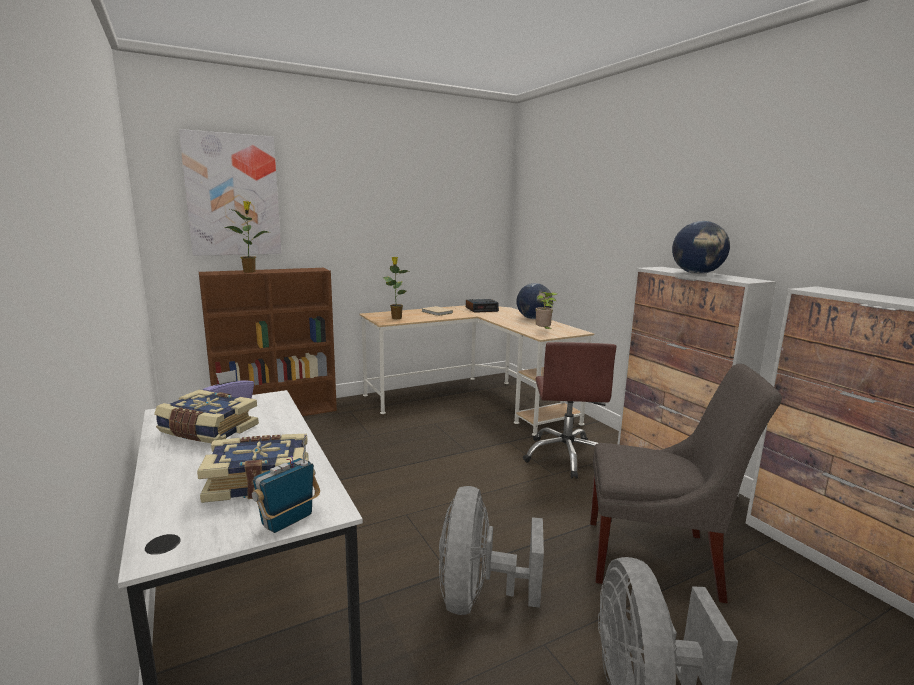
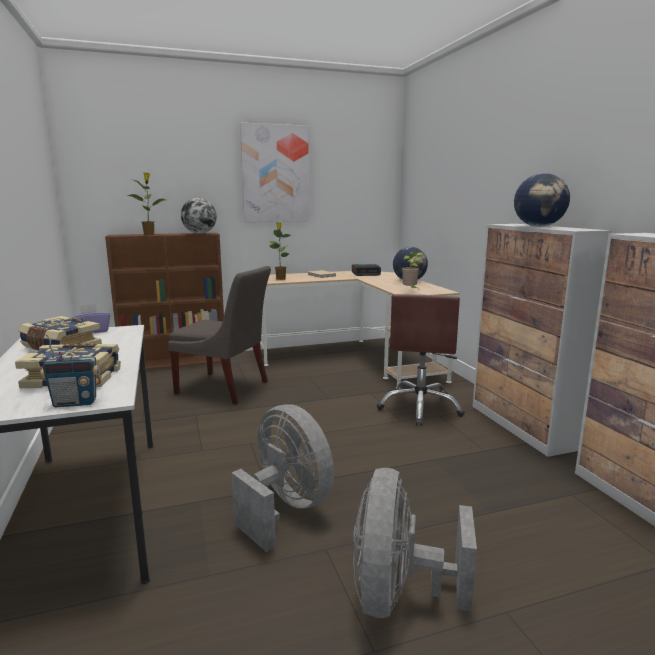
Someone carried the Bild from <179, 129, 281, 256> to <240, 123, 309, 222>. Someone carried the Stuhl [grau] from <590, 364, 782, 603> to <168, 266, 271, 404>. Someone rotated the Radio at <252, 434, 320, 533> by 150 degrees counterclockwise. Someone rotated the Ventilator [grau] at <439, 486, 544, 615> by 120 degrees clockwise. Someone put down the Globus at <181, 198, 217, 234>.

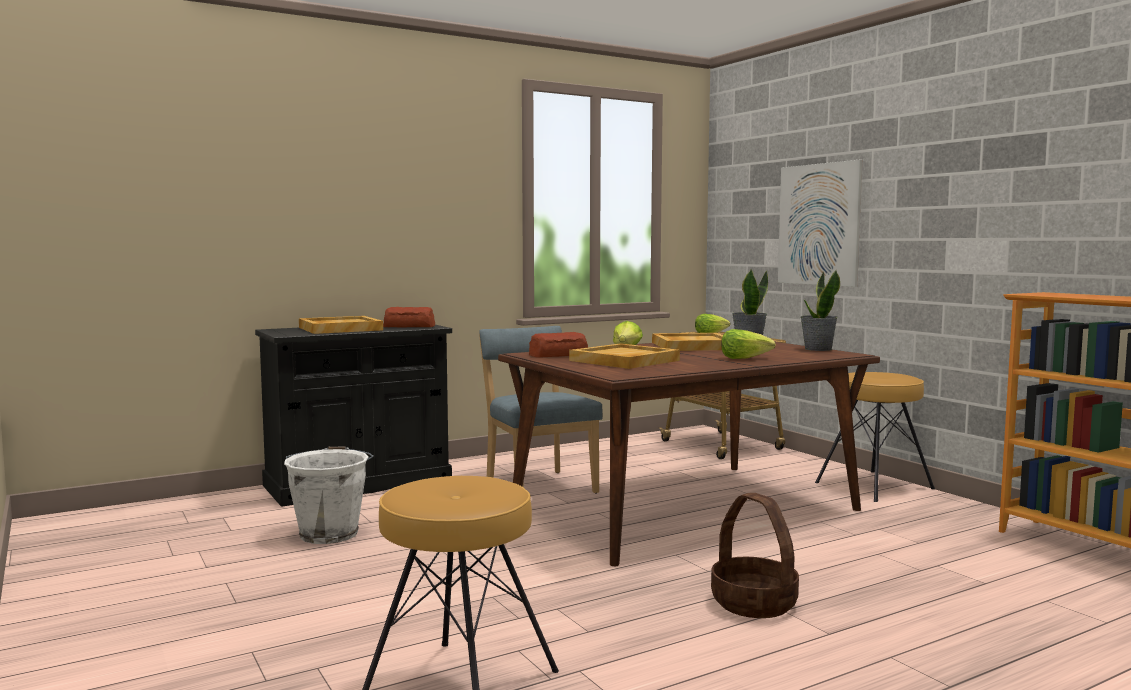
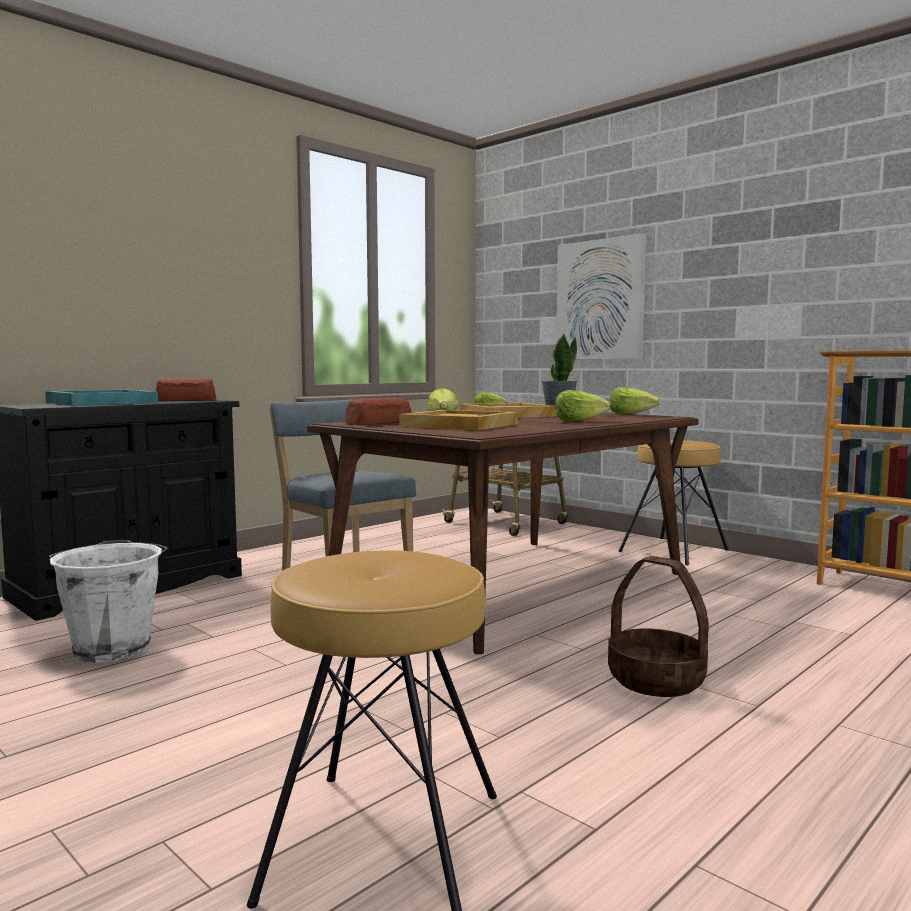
Someone swapped the Topfpflanze at <800, 270, 840, 351> for the Salatkopf at <609, 387, 660, 415>. Someone repainted the Tablett [beige] at <299, 316, 383, 334>, which became the Tablett [türkis] at <45, 390, 158, 406>.

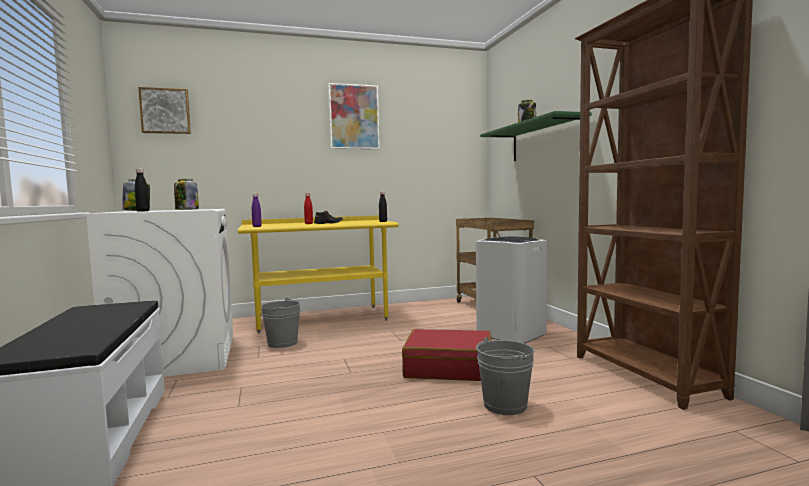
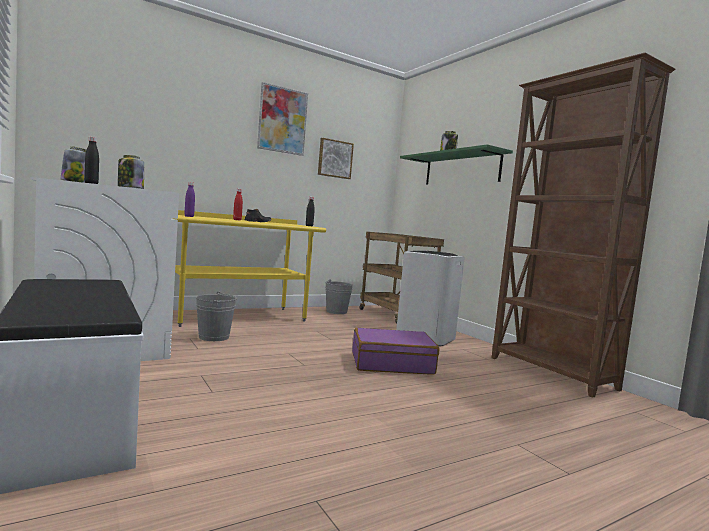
Someone carried the Bild from <138, 87, 191, 134> to <318, 138, 354, 179>. Someone repainted the Koffer [rot] at <402, 329, 491, 381>, which became the Koffer [lila] at <352, 328, 439, 375>. Someone carried the Eimer [grau] from <476, 337, 534, 415> to <325, 279, 353, 314>.

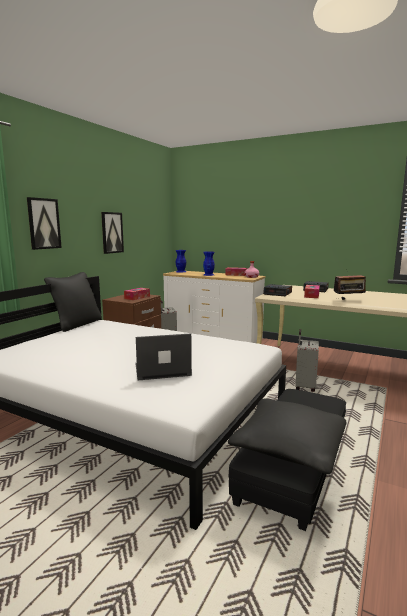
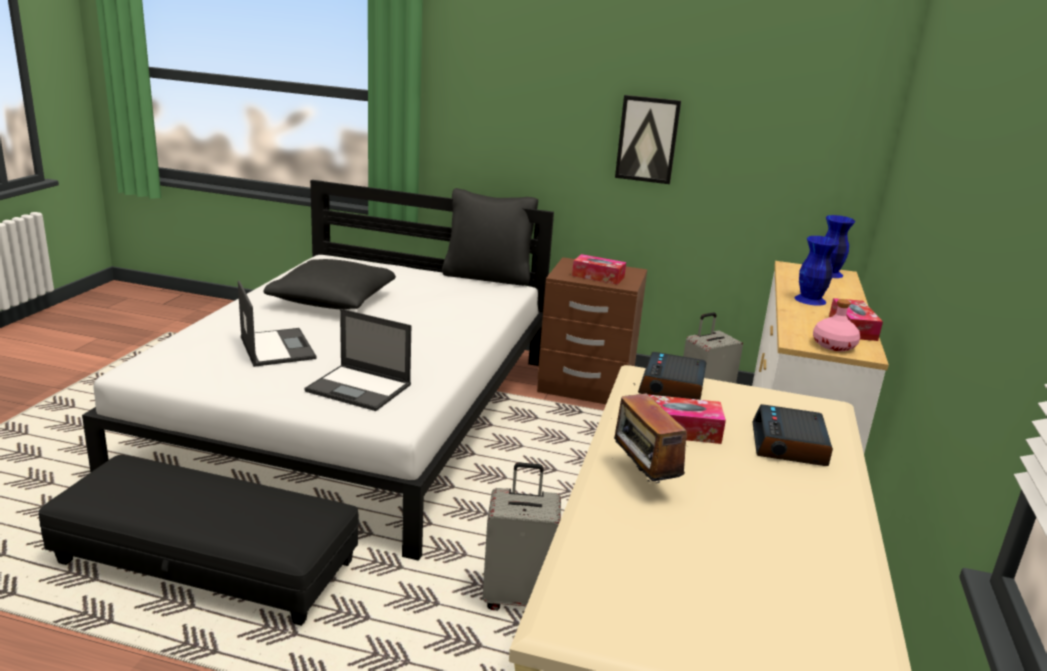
Someone took away the Bild at <27, 197, 62, 250>. Someone carried the Kissen [schwarz] from <228, 398, 347, 474> to <264, 259, 396, 310>. Someone put down the Laptop at <304, 309, 411, 411>.

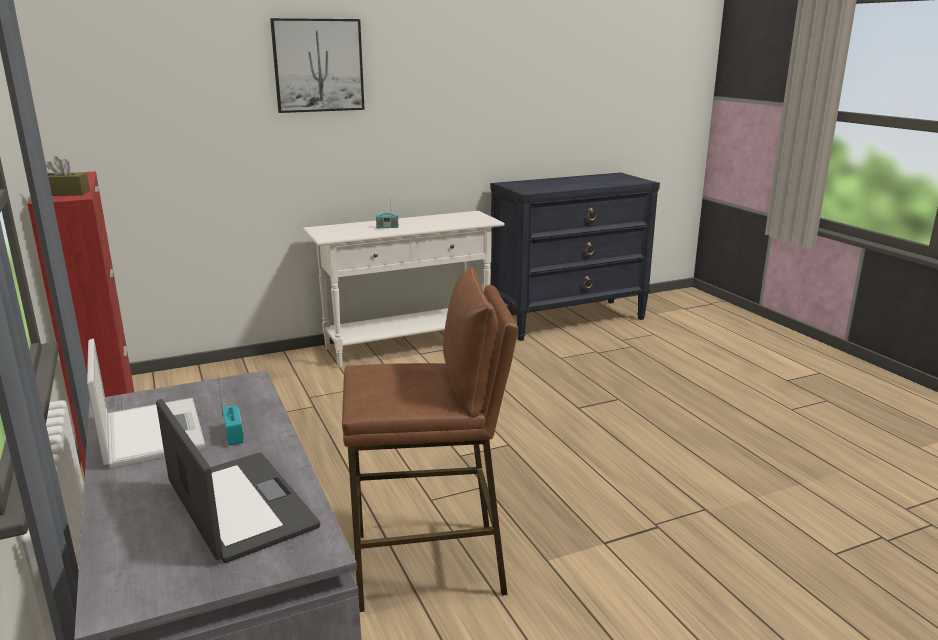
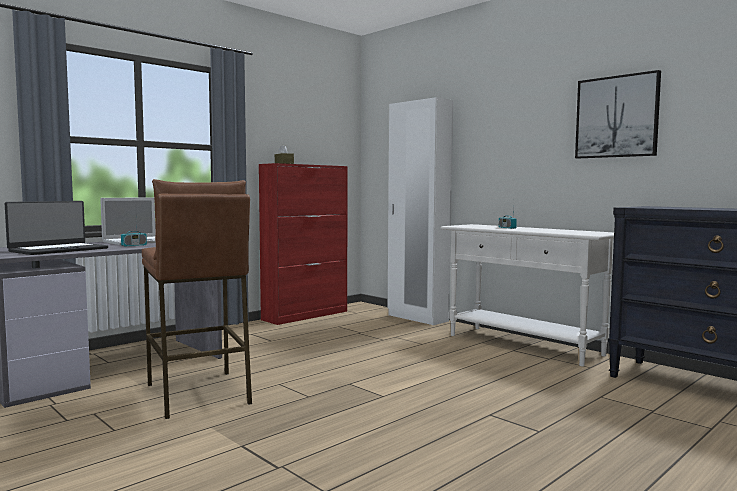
Someone carried the Bild from <270, 18, 365, 113> to <575, 70, 661, 158>. Someone put down the Kleiderschrank [weiß] at <388, 97, 453, 325>.

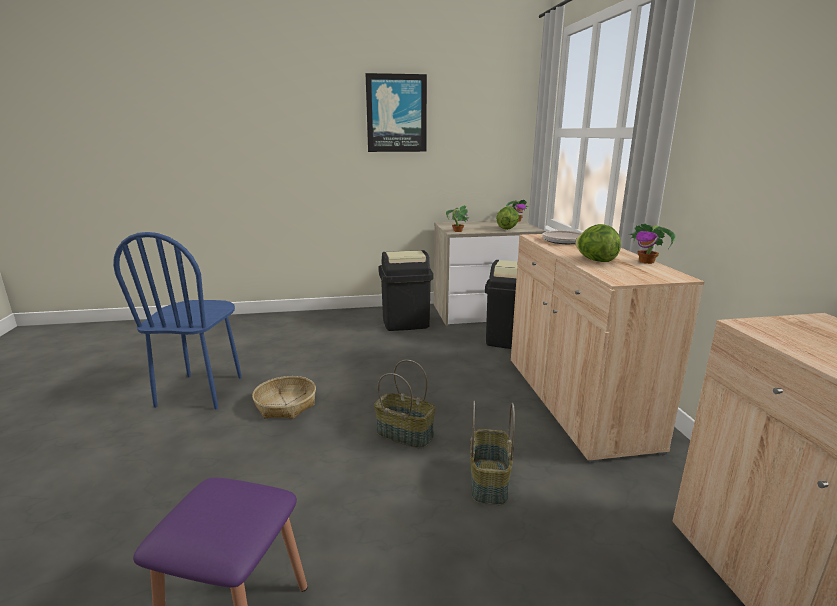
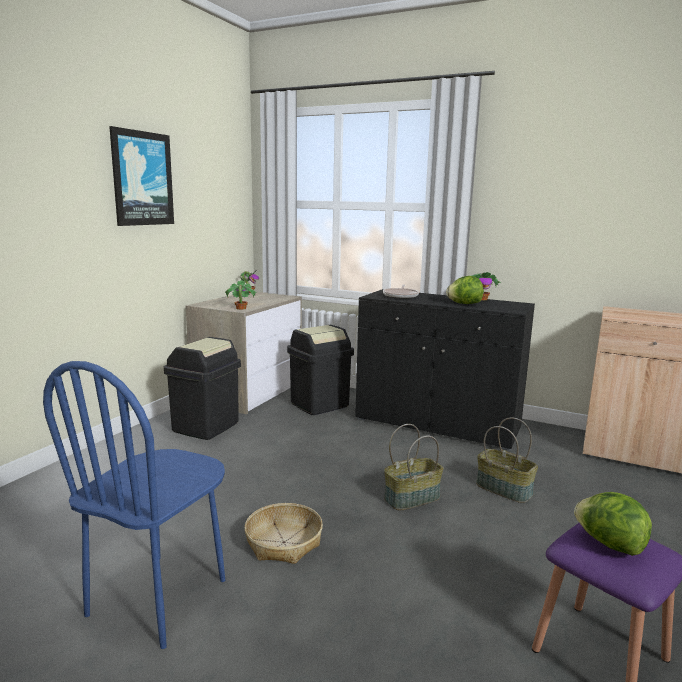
Someone carried the Salatkopf from <496, 206, 519, 230> to <574, 492, 652, 556>. Someone rotated the Stuhl [blau] at <113, 232, 242, 409> by 75 degrees clockwise. Someone repainted the Schrank [beige] at <511, 234, 704, 463>, which became the Schrank [schwarz] at <355, 289, 535, 451>.

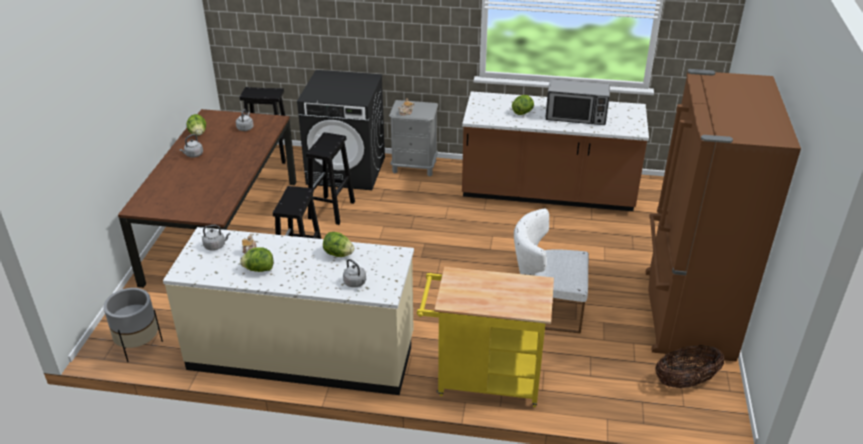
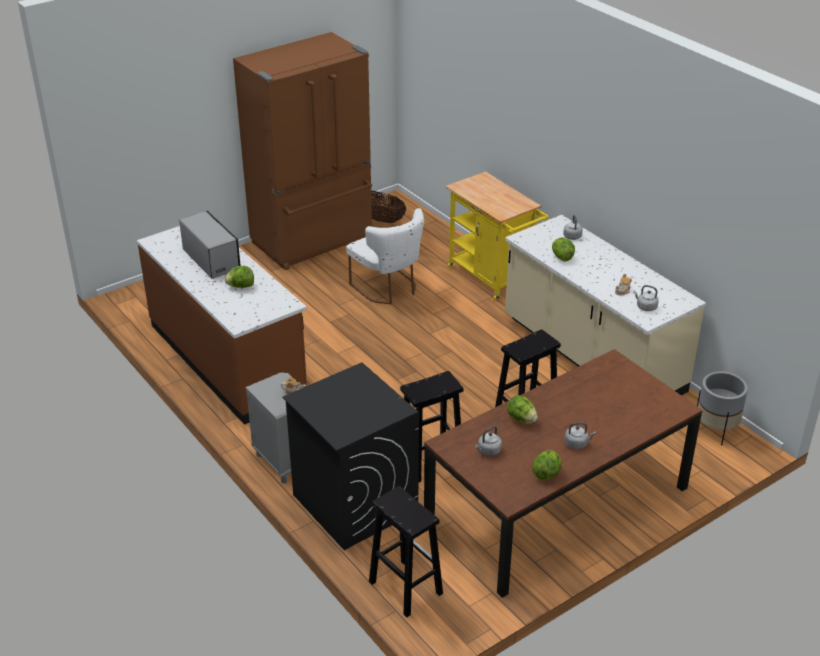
Someone carried the Salatkopf from <240, 247, 273, 272> to <507, 395, 538, 424>.

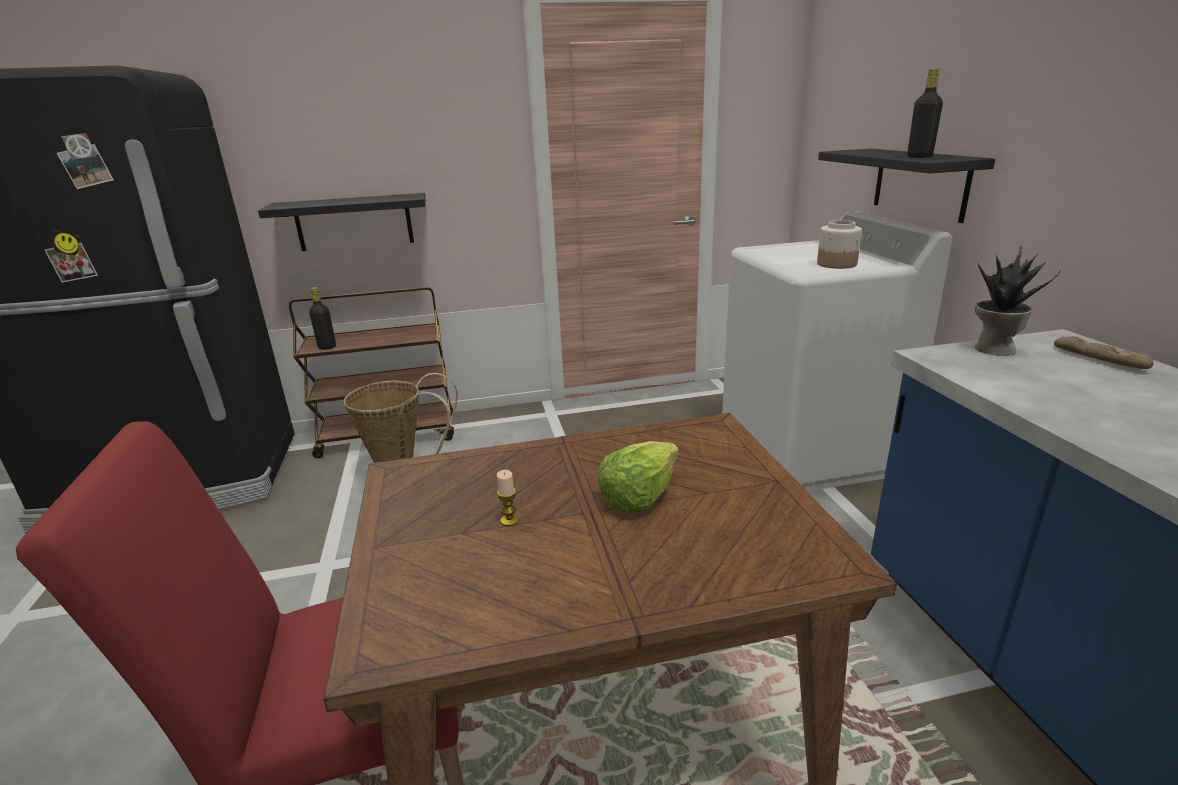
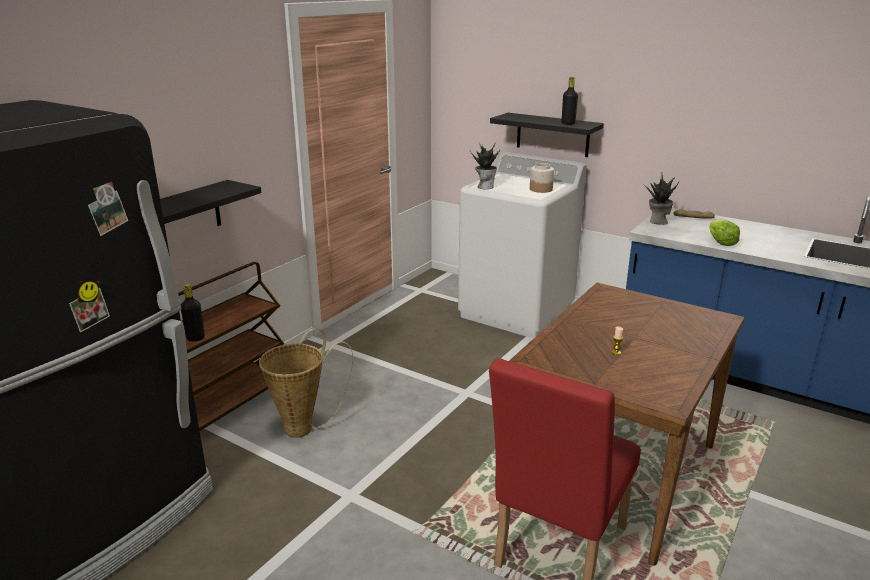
Someone carried the Salatkopf from <597, 441, 679, 512> to <710, 220, 740, 246>. Someone put down the Topfpflanze at <470, 142, 500, 189>.

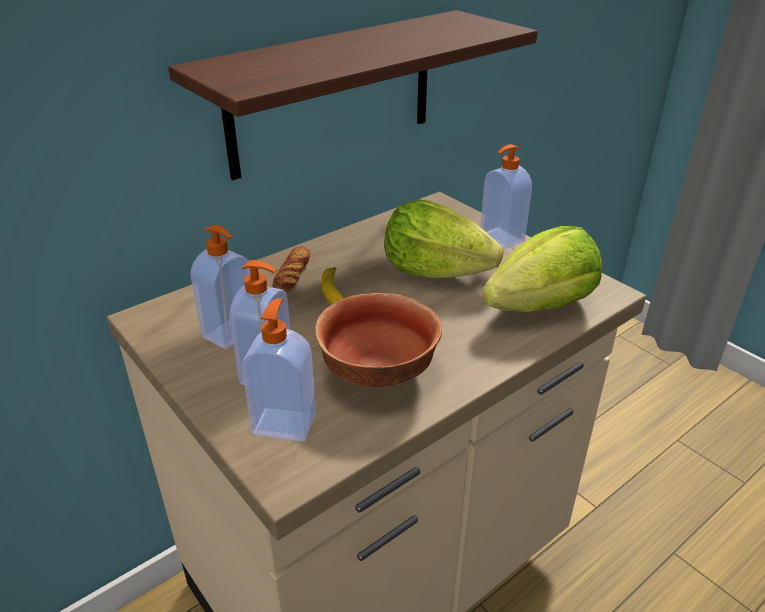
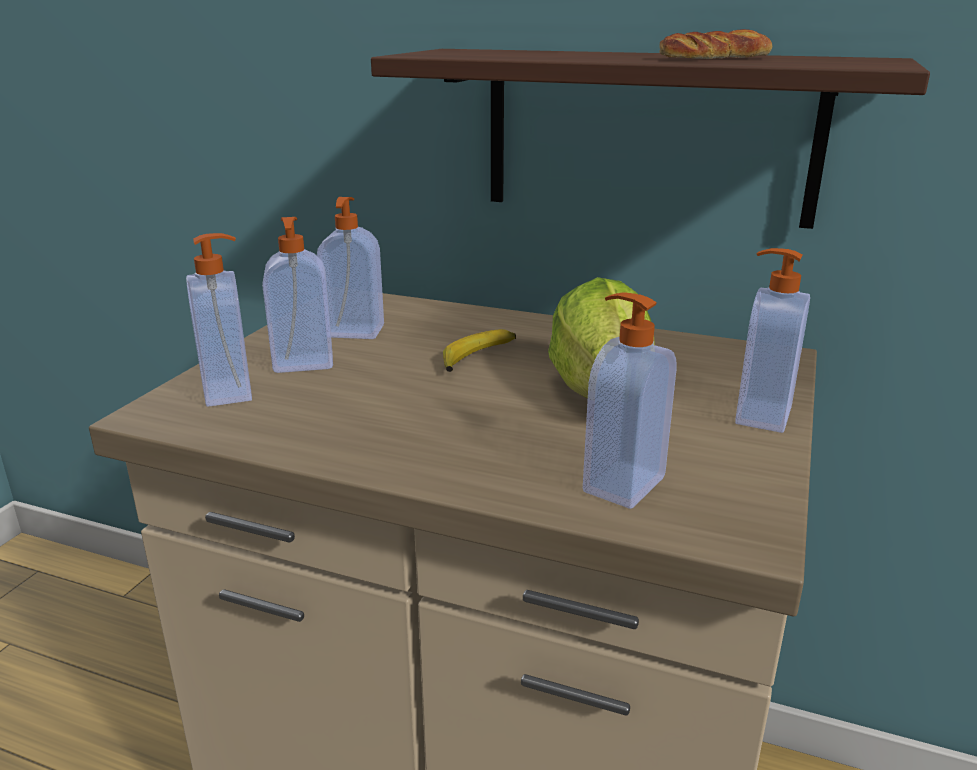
Someone swapped the Salatkopf at <483, 226, 602, 312> for the Seifenspender at <583, 292, 677, 509>. Someone carried the Brot from <272, 246, 310, 293> to <659, 29, 772, 59>. Someone took away the Schüssel at <315, 293, 442, 388>.

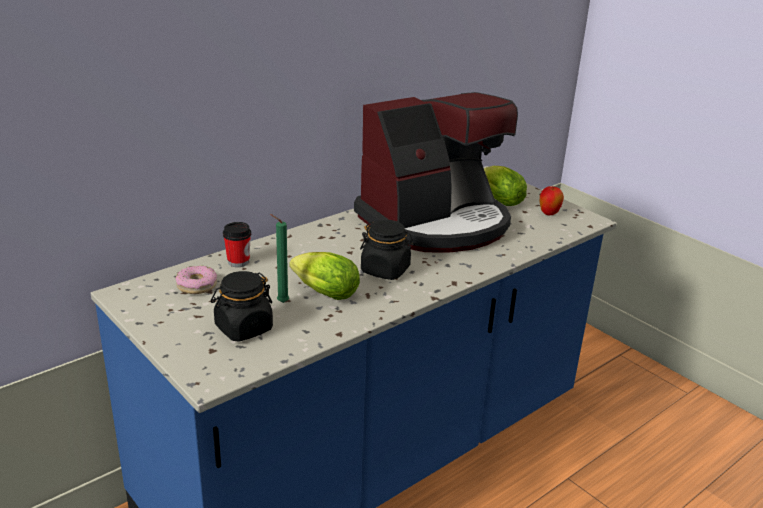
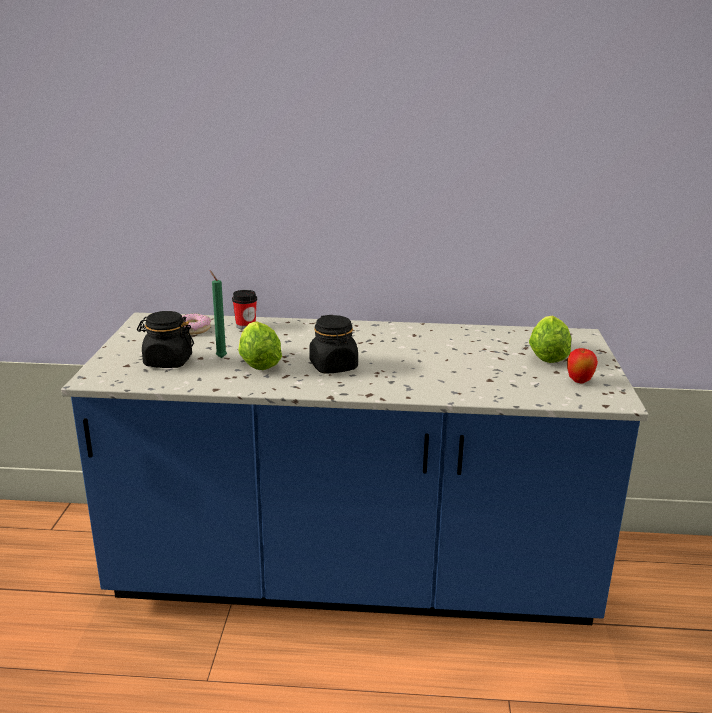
Someone took away the Kaffeemaschine at <354, 92, 518, 253>.

